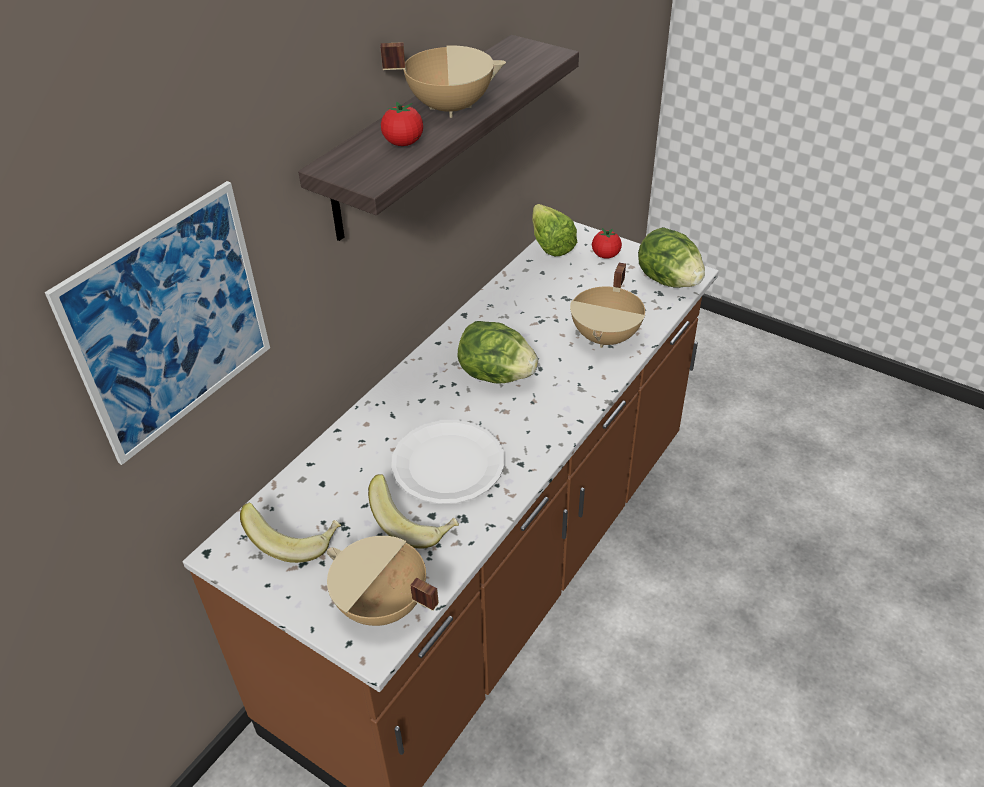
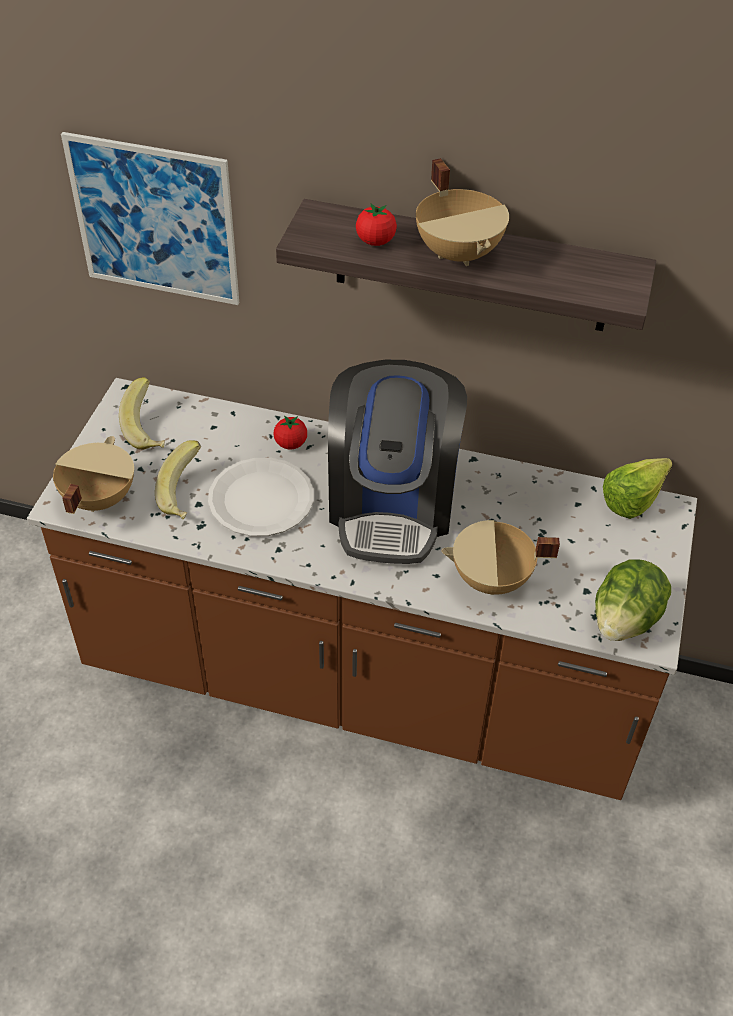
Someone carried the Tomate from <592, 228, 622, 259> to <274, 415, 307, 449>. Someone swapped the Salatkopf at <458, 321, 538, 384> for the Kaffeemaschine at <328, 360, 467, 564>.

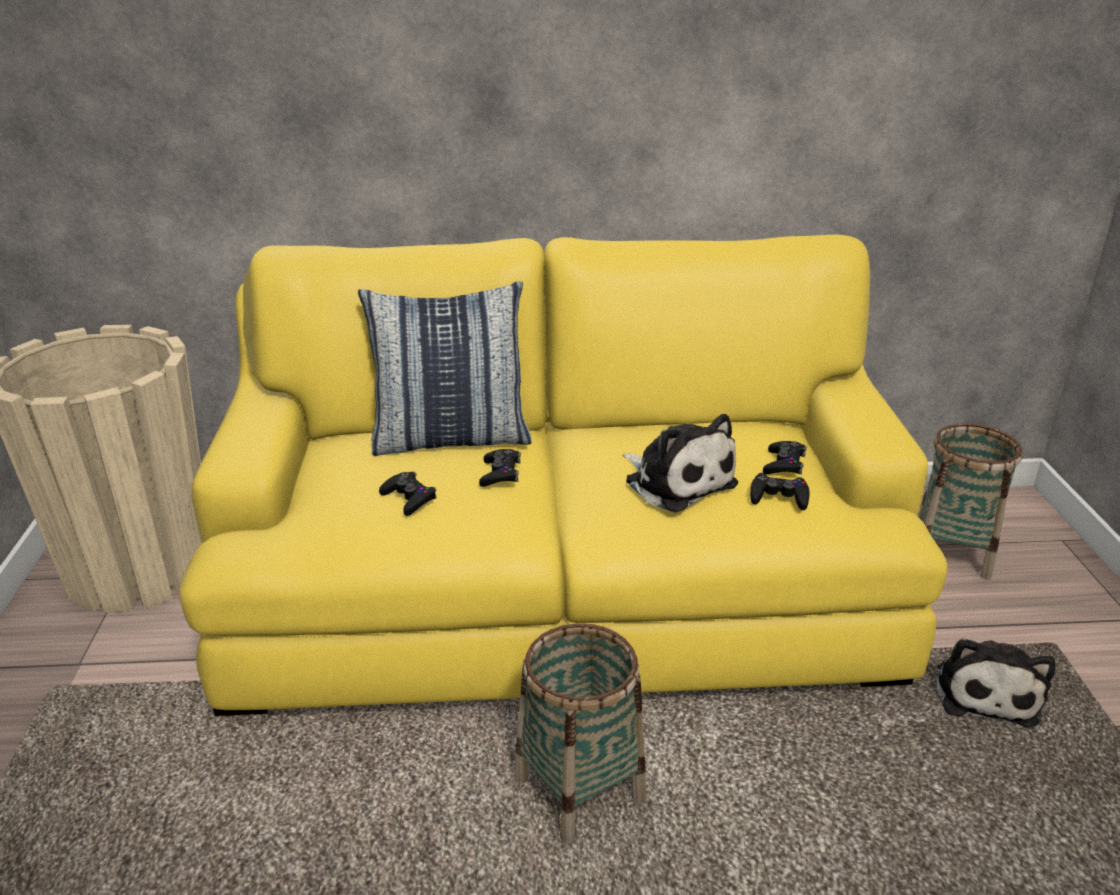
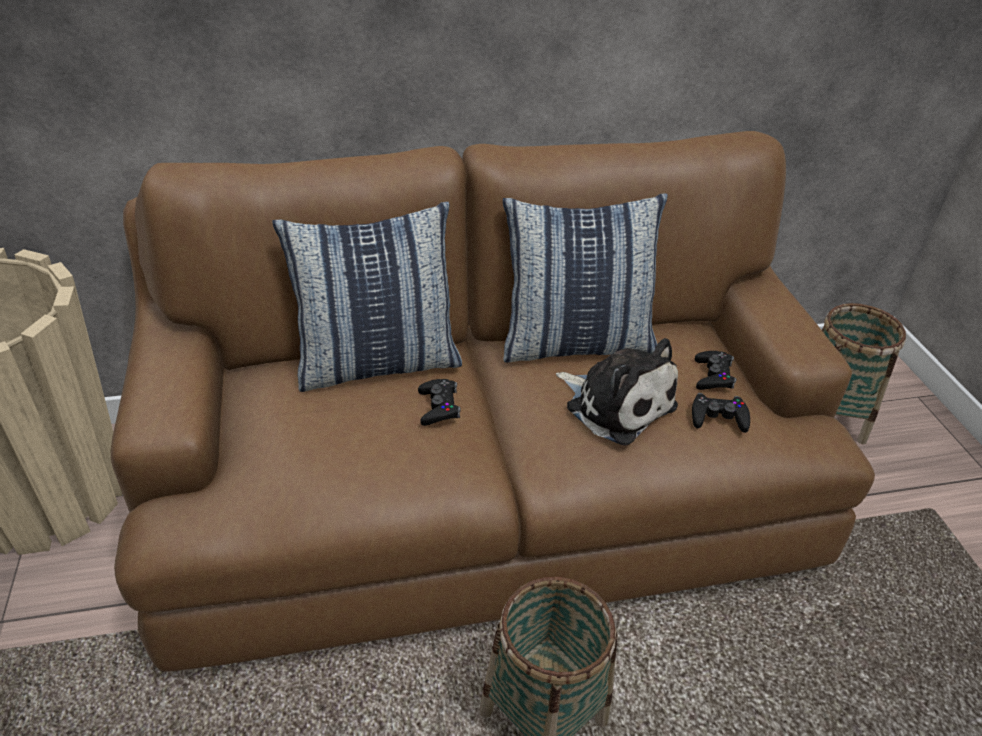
Someone repainted the Sofa [gelb] at <180, 235, 947, 716>, which became the Sofa [braun] at <111, 131, 875, 672>. Someone took away the Gamepad [schwarz] at <379, 472, 437, 516>. Someone took away the Plüschtier at <937, 638, 1055, 727>. Someone put down the Kissen at <503, 194, 668, 363>.

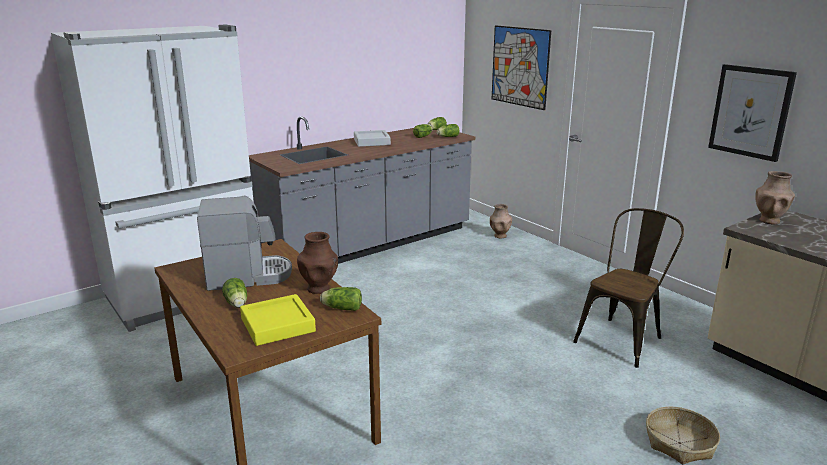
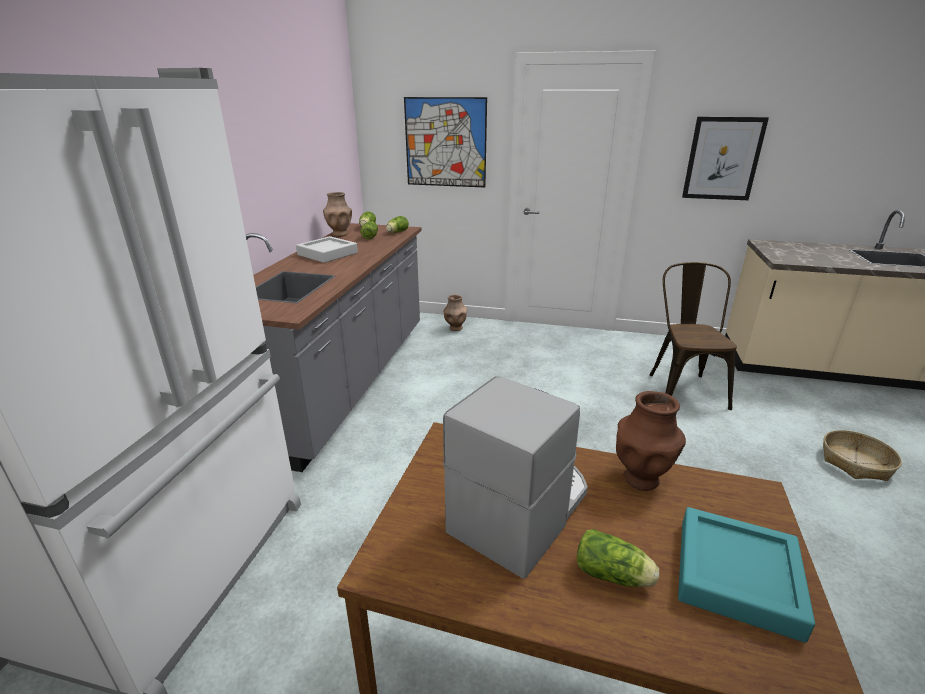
Someone carried the Vase [braun] from <755, 171, 795, 225> to <323, 192, 352, 237>. Someone took away the Salatkopf at <320, 287, 362, 311>. Someone repainted the Tablett [gelb] at <240, 294, 316, 346>, which became the Tablett [türkis] at <678, 507, 815, 643>.

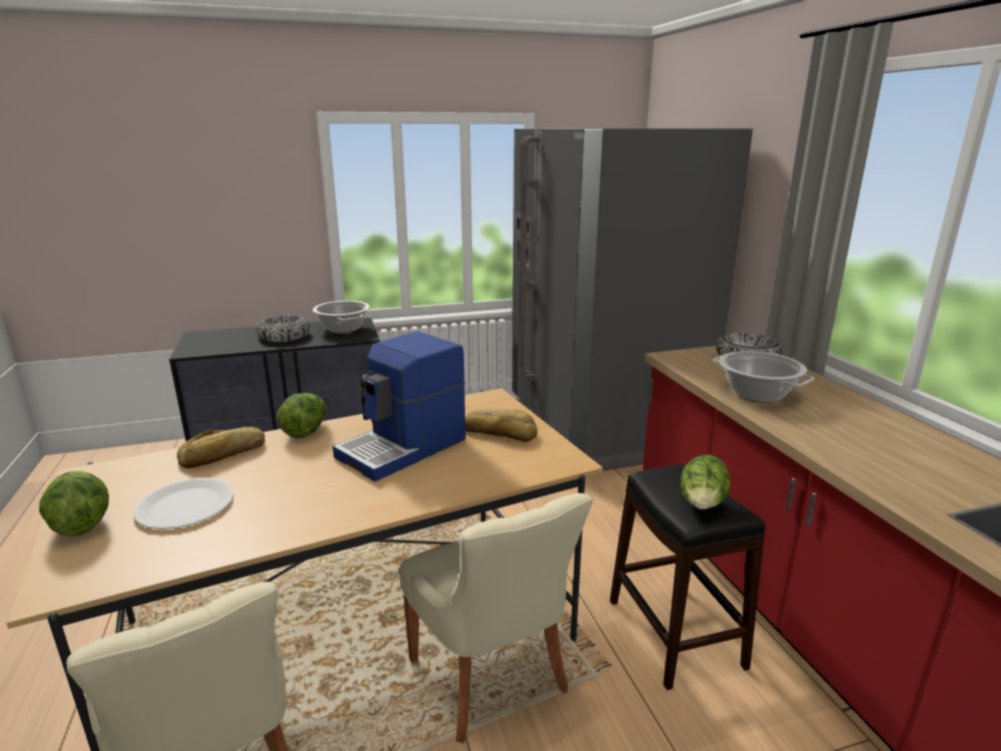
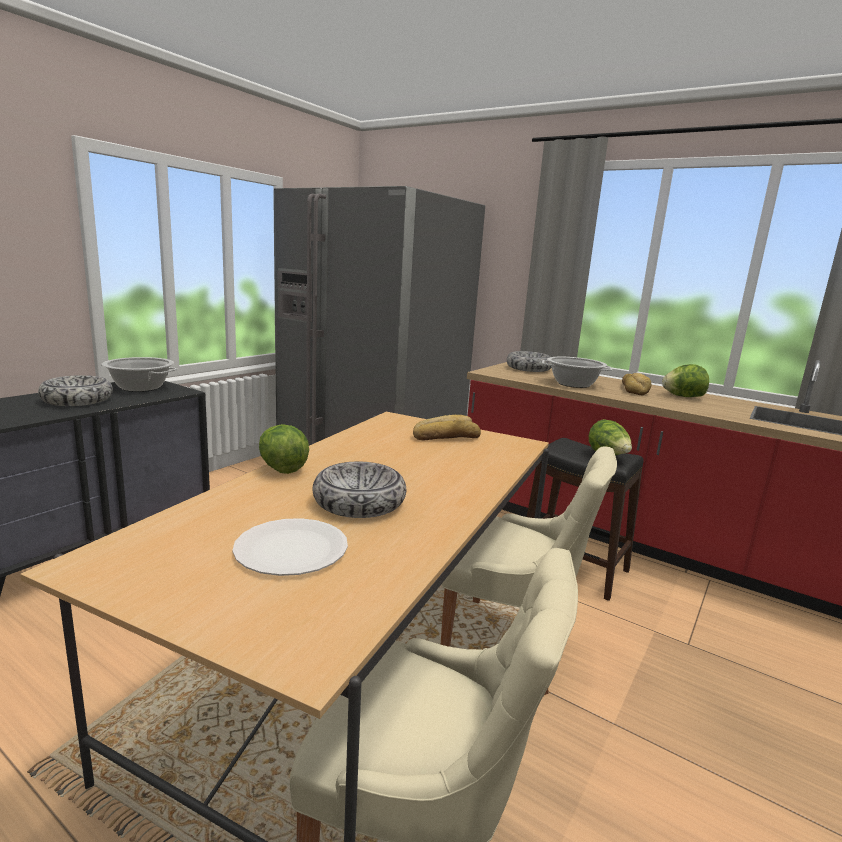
Someone took away the Kaffeemaschine at <333, 332, 466, 482>. Someone carried the Brot from <177, 427, 265, 468> to <622, 373, 652, 395>. Someone carried the Salatkopf from <39, 471, 109, 536> to <662, 364, 709, 397>. Someone put down the Schüssel at <312, 462, 406, 518>.

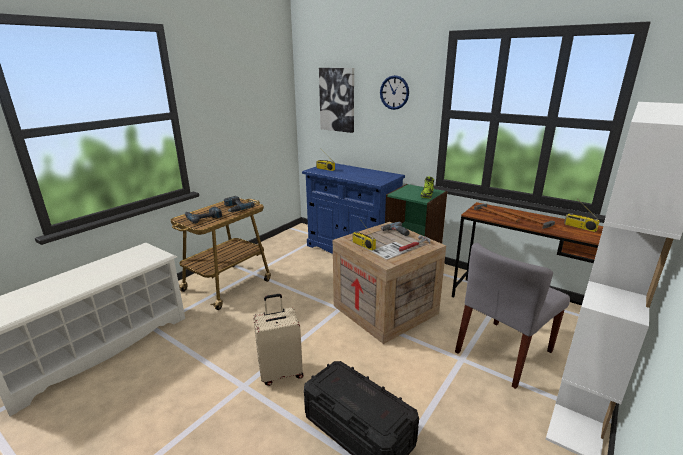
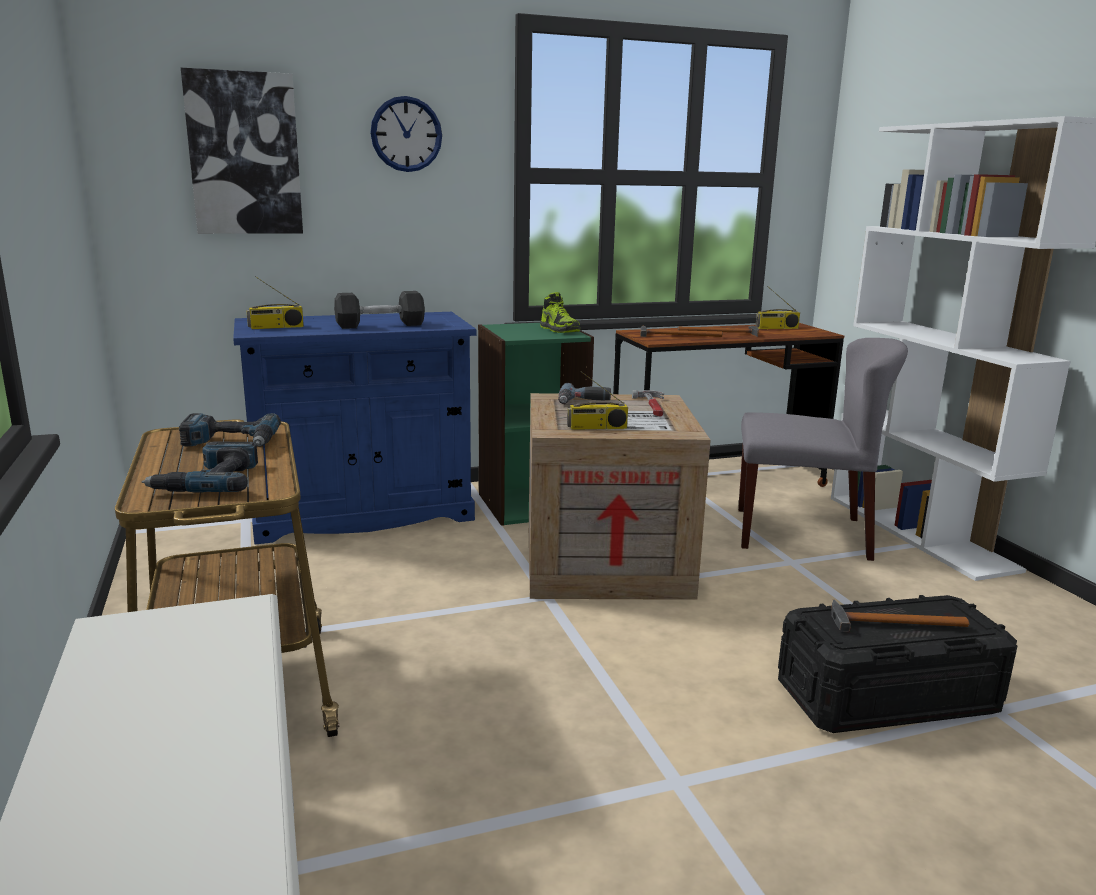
Someone rotated the Stuhl [grau] at <455, 243, 570, 389> by 75 degrees counterclockwise. Someone took away the Koffer [beige] at <253, 294, 303, 386>. Someone put down the Hantel [grau] at <334, 291, 425, 329>. Someone put down the Hammer at <831, 599, 969, 632>.

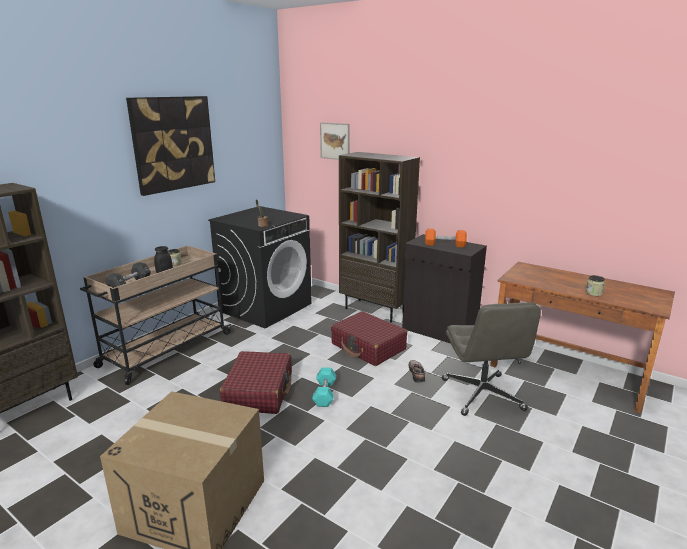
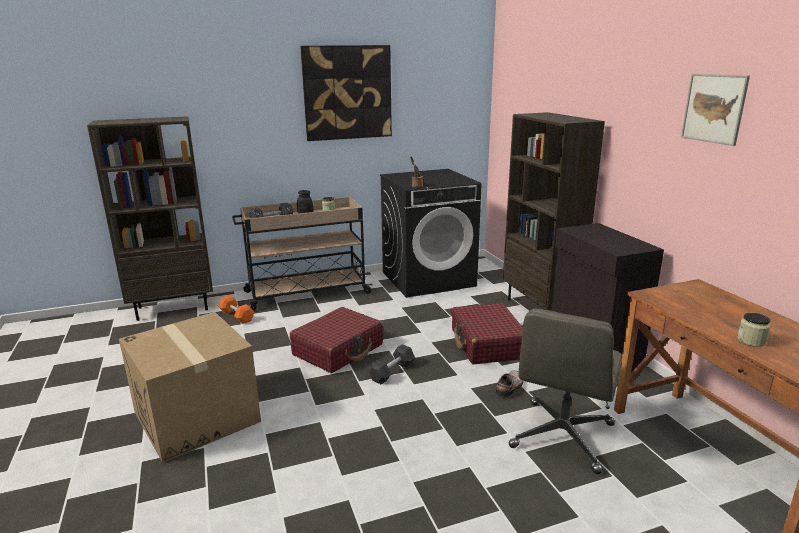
Someone carried the Bild from <320, 122, 350, 160> to <681, 74, 750, 146>. Someone carried the Hantel [orange] from <425, 229, 467, 247> to <218, 295, 254, 324>. Someone repainted the Hantel [türkis] at <312, 367, 336, 407>, which became the Hantel [schwarz] at <368, 344, 415, 385>.

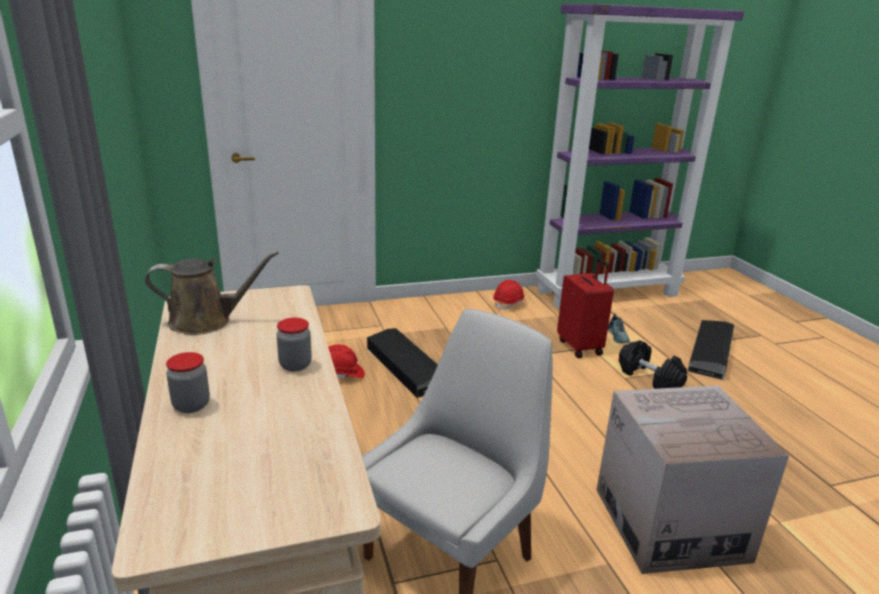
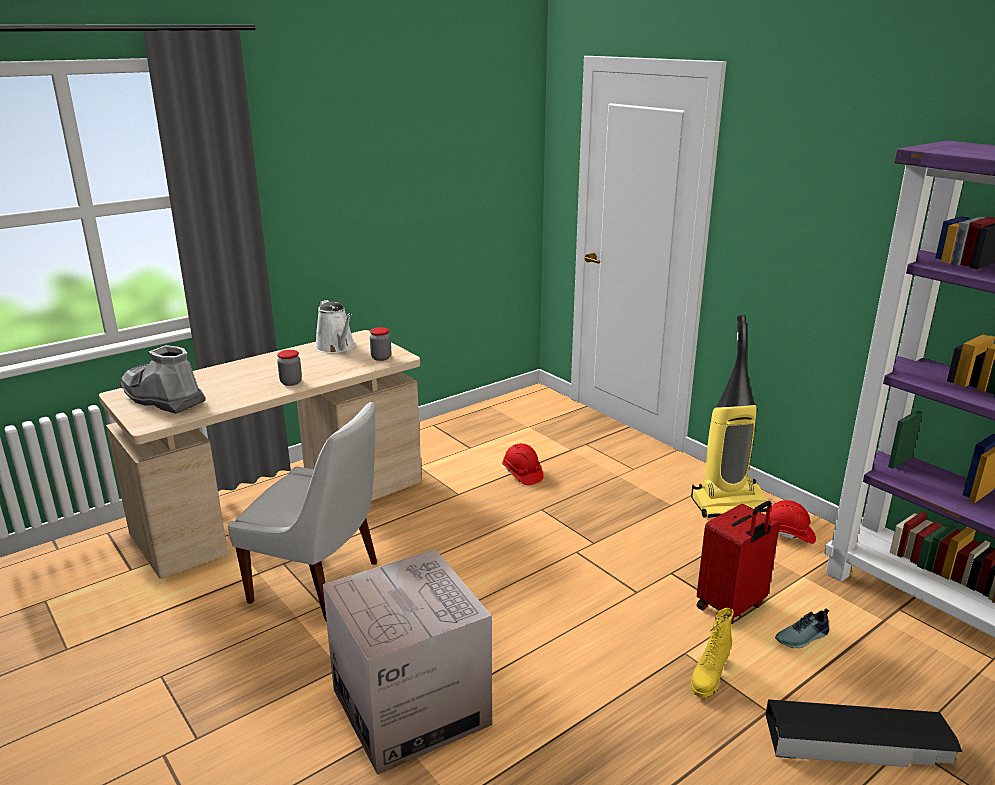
Someone repainted the Gießkanne [braun] at <145, 251, 279, 335>, which became the Gießkanne [weiß] at <315, 300, 355, 353>. Someone took away the Aufbewahrungsbox [schwarz] at <367, 328, 438, 398>. Someone swapped the Hantel [schwarz] at <619, 340, 687, 389> for the Stiefel [gelb] at <691, 608, 734, 698>. Someone carried the Vorratsglas from <166, 352, 210, 413> to <370, 327, 391, 361>. Someone put down the Staubsauger at <691, 315, 767, 518>. Someone put down the Stiefel [grau] at <120, 345, 205, 414>.

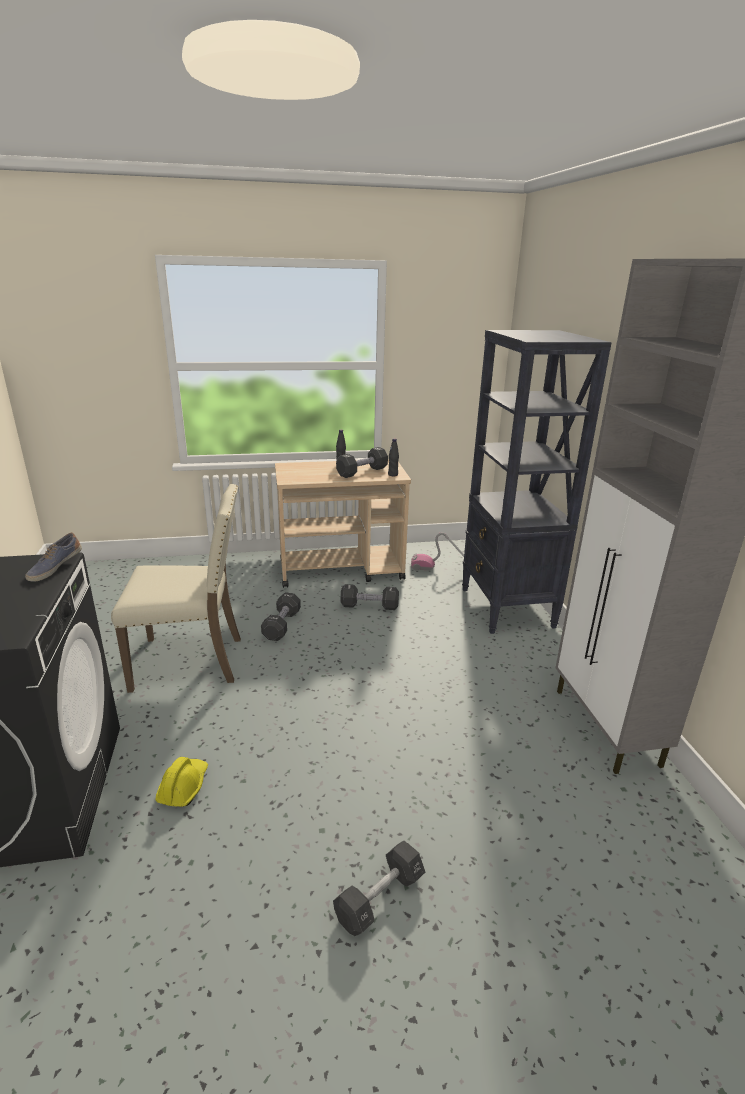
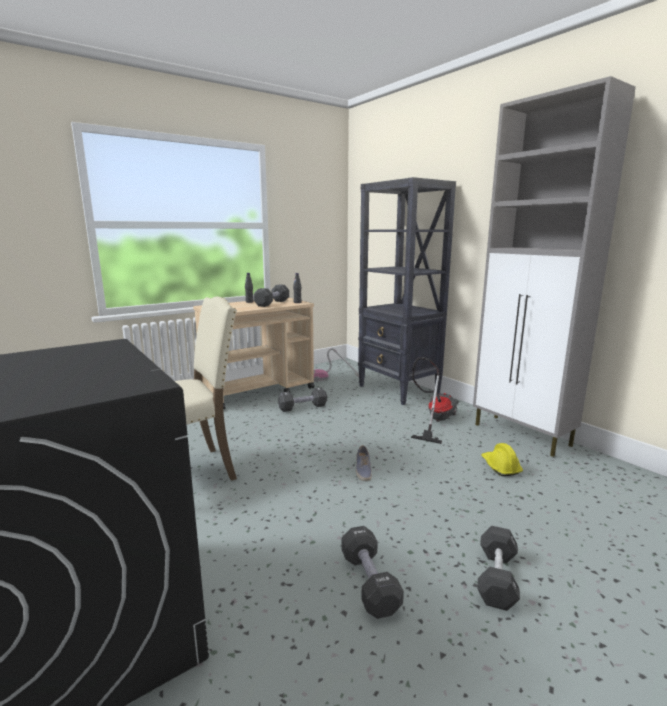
Someone carried the Schuh from <25, 533, 82, 582> to <356, 445, 372, 481>. Someone carried the Hantel [schwarz] from <261, 592, 301, 641> to <341, 526, 404, 619>. Someone carried the Schutzhelm [gelb] from <155, 757, 208, 807> to <481, 443, 523, 476>. Someone put down the Staubsauger at <411, 357, 459, 444>.

